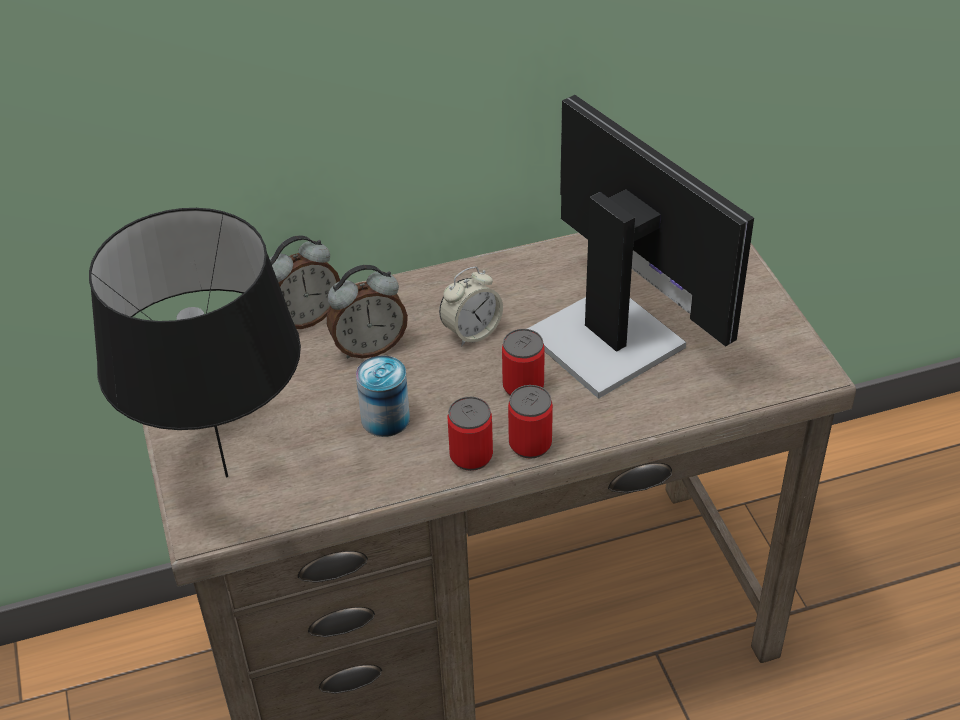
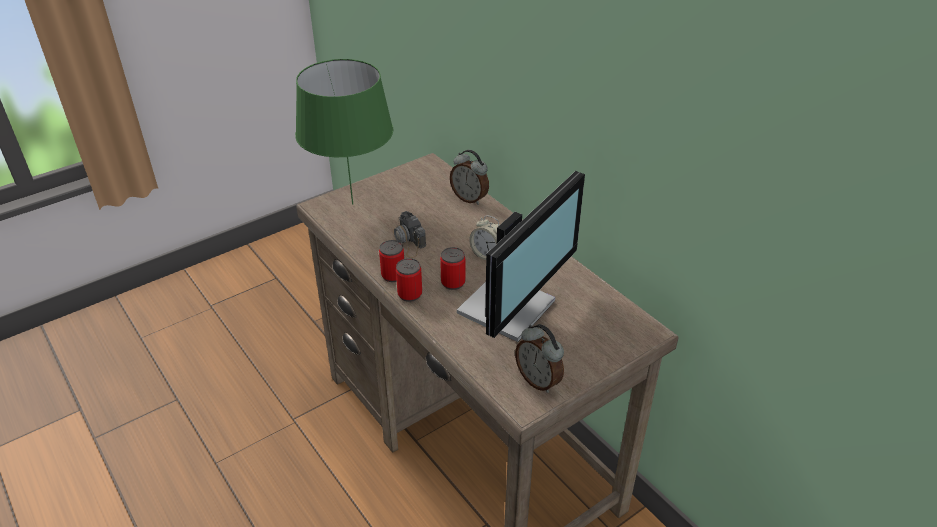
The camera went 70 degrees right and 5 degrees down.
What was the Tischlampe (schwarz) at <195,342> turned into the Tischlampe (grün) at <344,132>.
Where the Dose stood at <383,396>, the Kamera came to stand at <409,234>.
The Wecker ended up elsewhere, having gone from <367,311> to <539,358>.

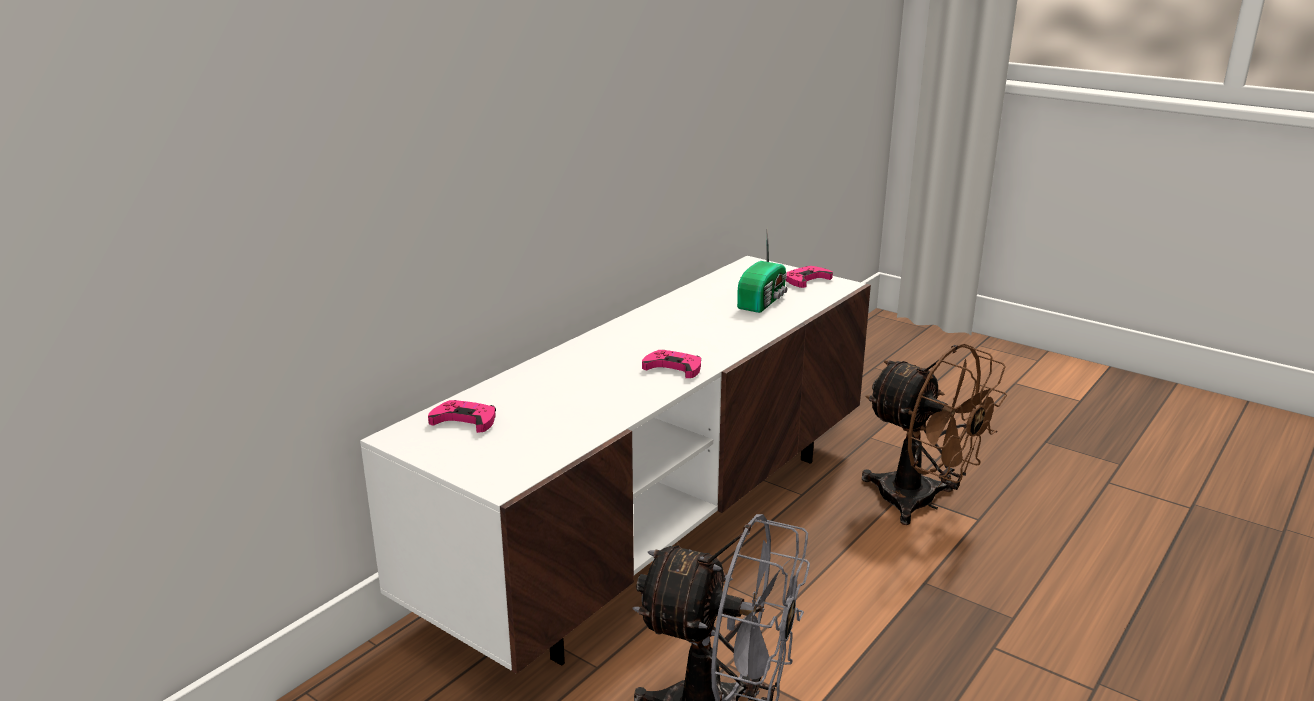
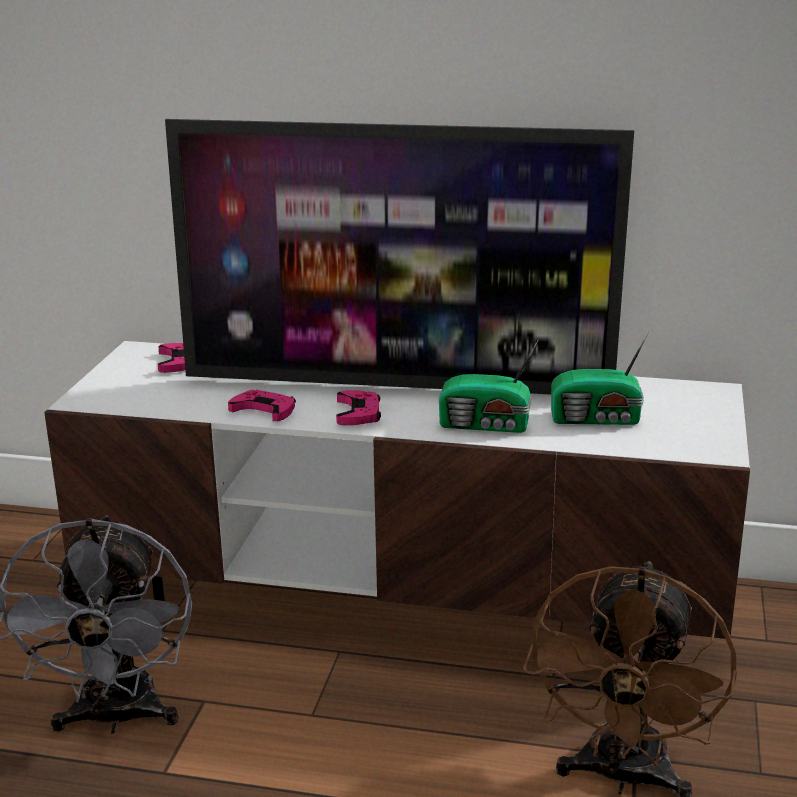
The camera went 65 degrees right and 0 degrees up.
The second view gained the Fernseher at <399,256>.
The Gamepad (rosa) ended up elsewhere, having gone from <809,277> to <262,405>.
The second view gained the Radio at <489,386>.

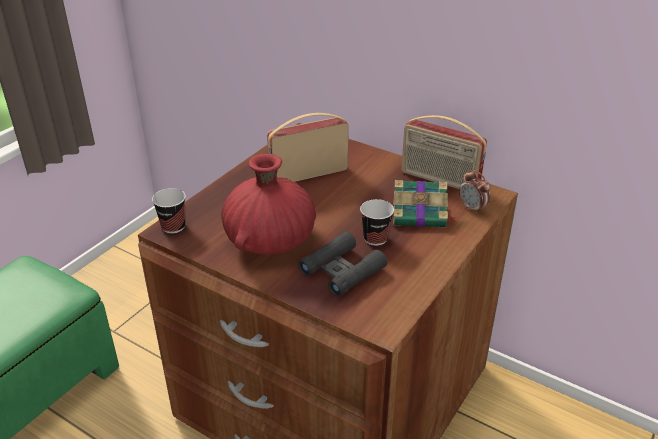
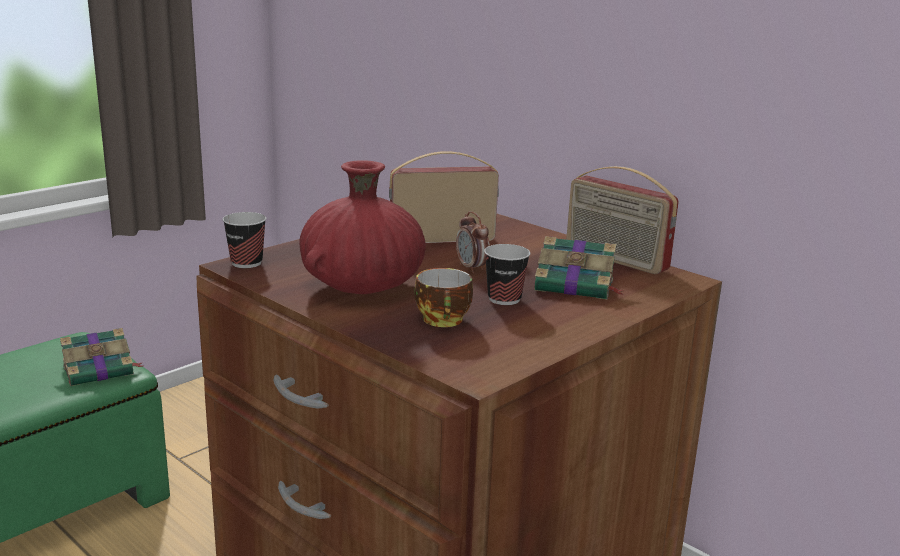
The camera went 10 degrees right and 15 degrees down.
The second view gained the Buch at <101,357>.
Where the Fernglas (schwarz) stood at <342,264>, the Tasse came to stand at <444,297>.
The Wecker ended up elsewhere, having gone from <474,192> to <473,242>.

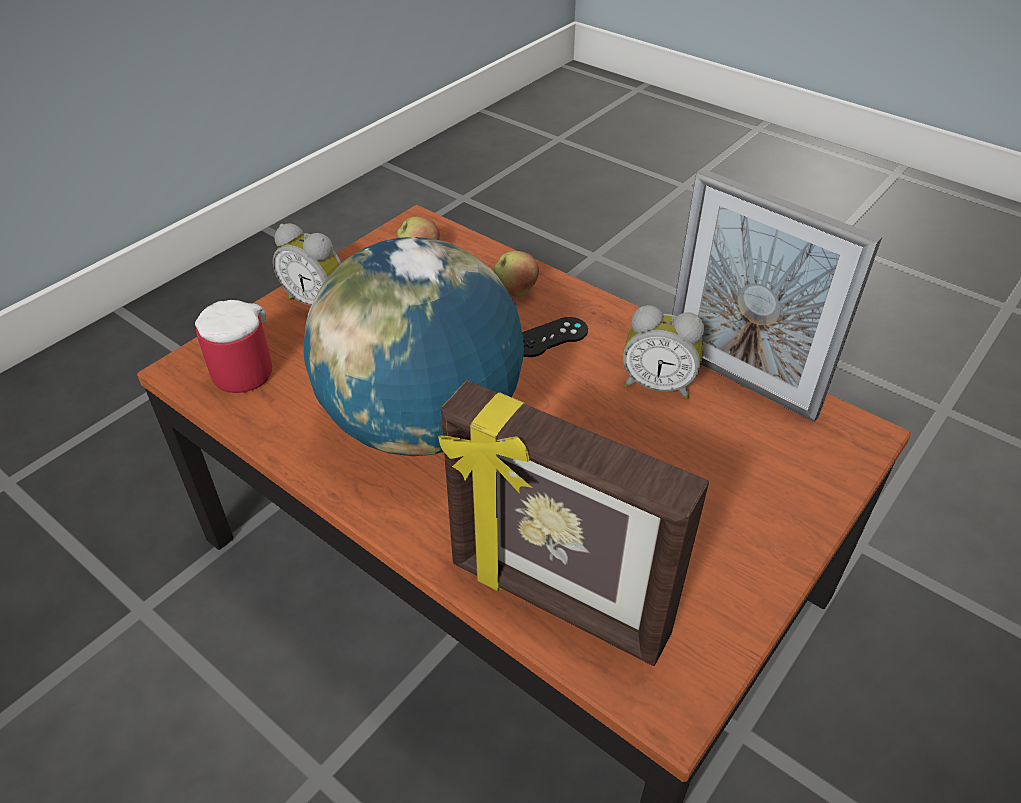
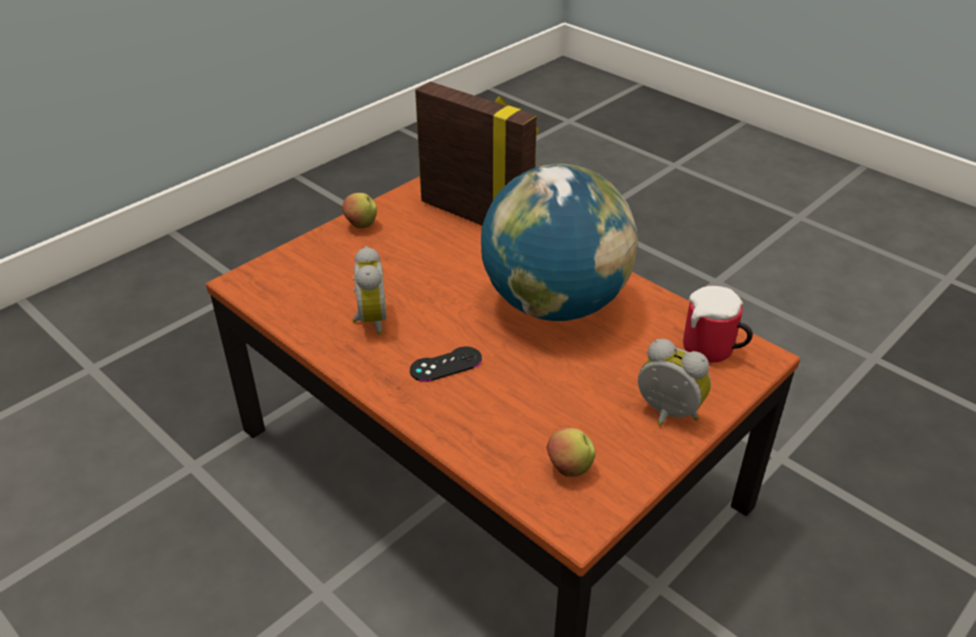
The camera went 175 degrees left and 5 degrees down.
The Apfel ended up elsewhere, having gone from <516,274> to <359,210>.
The Wecker at <663,352> ended up facing another way, 60 degrees clockwise from before.
The second view lost the Bilderrahmen at <777,295>.

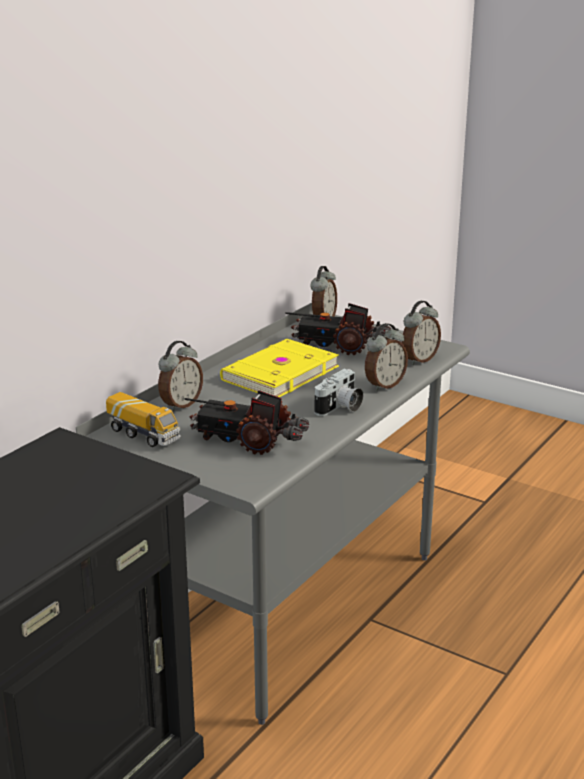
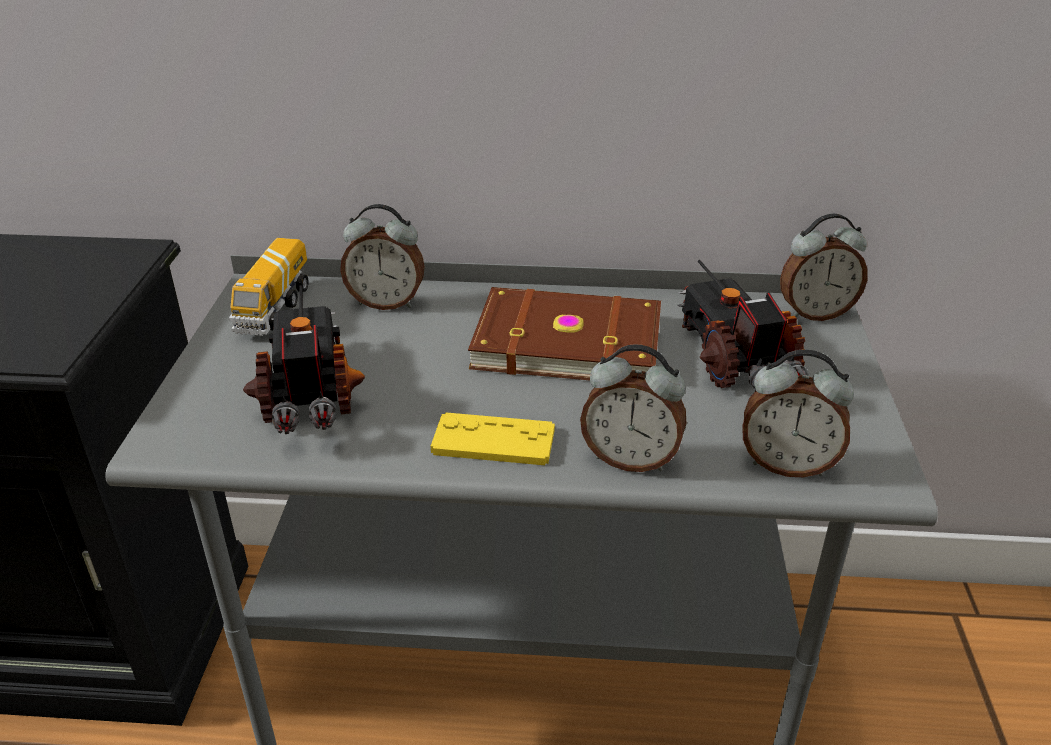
The camera went 60 degrees right and 10 degrees up.
Where the Kamera stood at <339,392>, the Gamepad (gelb) came to stand at <493,438>.
What was the Buch (gelb) at <279,368> turned into the Buch (braun) at <564,333>.

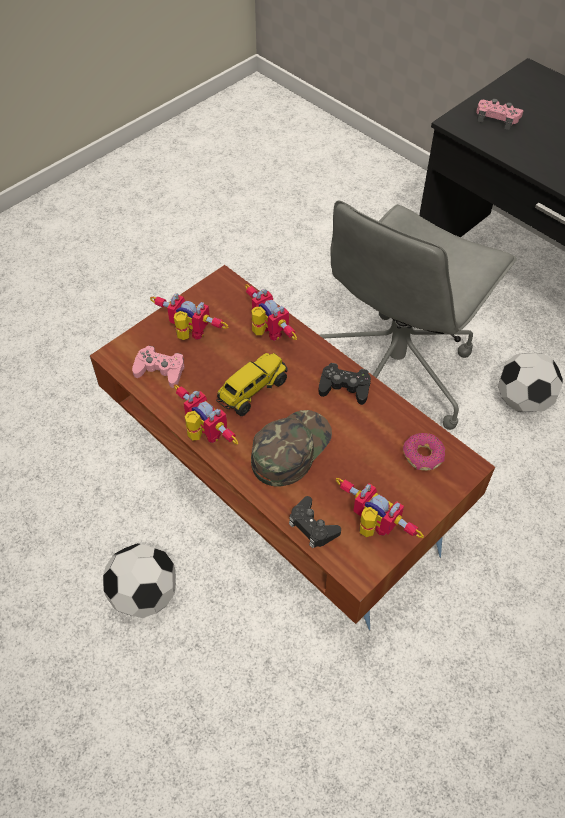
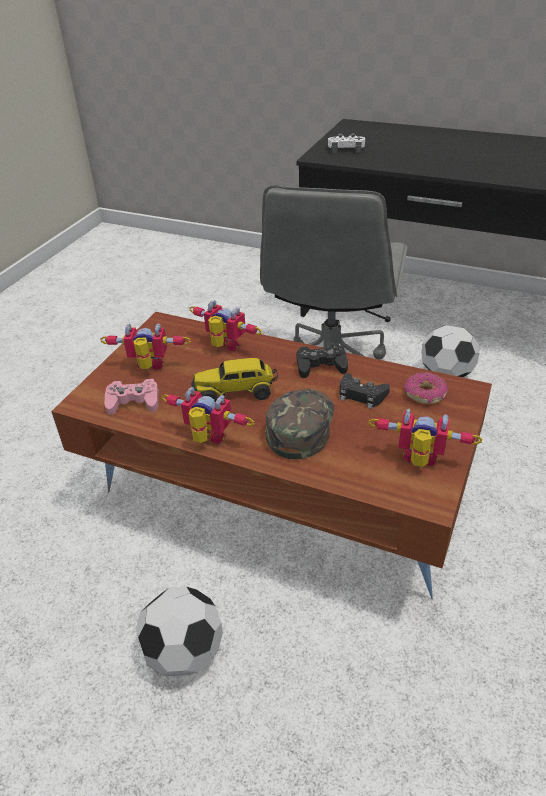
The camera went 20 degrees left and 15 degrees down.
The Spielzeuglaster at <252,384> ended up facing another way, 120 degrees counterclockwise from before.
What was the Gamepad (rosa) at <499,114> turned into the Gamepad (weiß) at <346,143>.
The Gamepad (schwarz) ended up elsewhere, having gone from <315,522> to <365,391>.

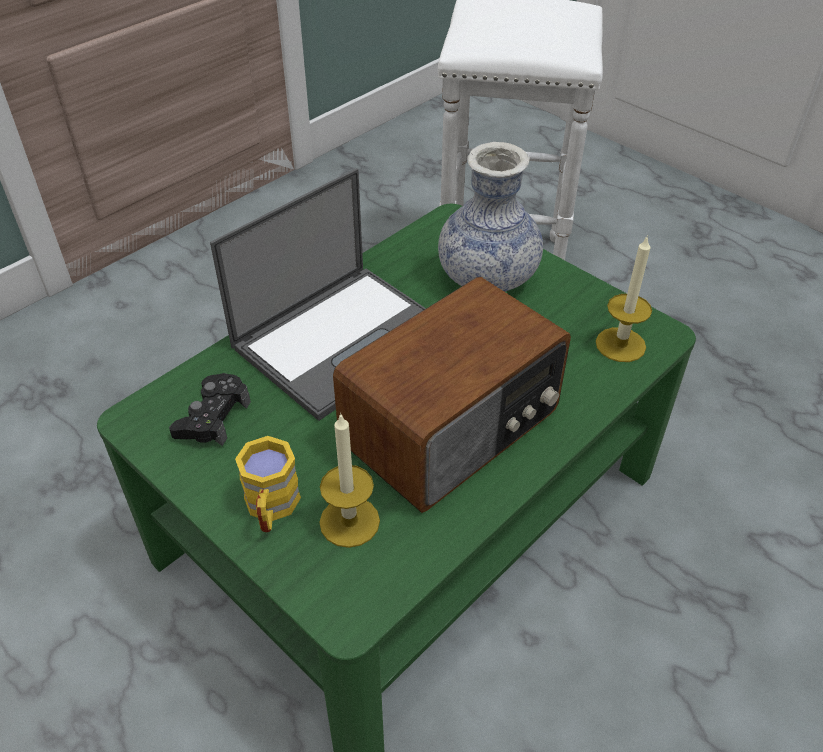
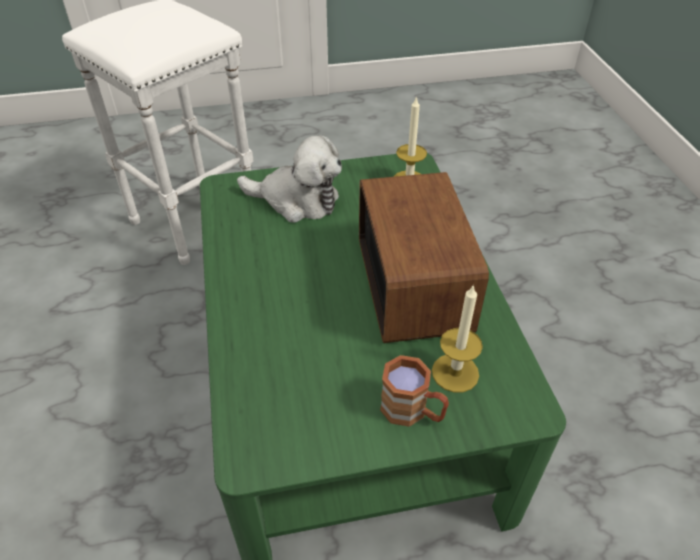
The camera went 55 degrees left and 0 degrees up.
Where the Vase stood at <490,217>, the Plüschtier came to stand at <289,179>.
What was the Henkelbecher (gelb) at <268,484> turned into the Henkelbecher (braun) at <414,391>.
The second view lost the Gamepad (schwarz) at <210,409>.
The second view lost the Laptop at <318,294>.

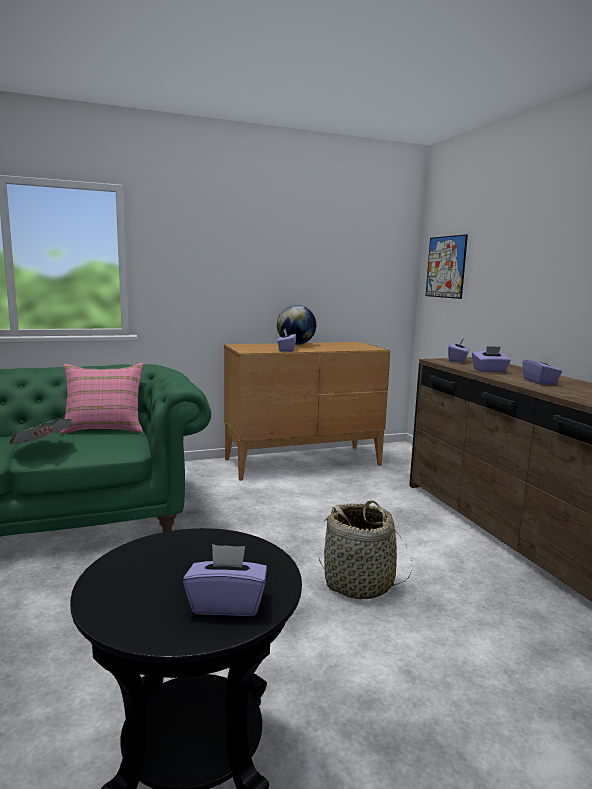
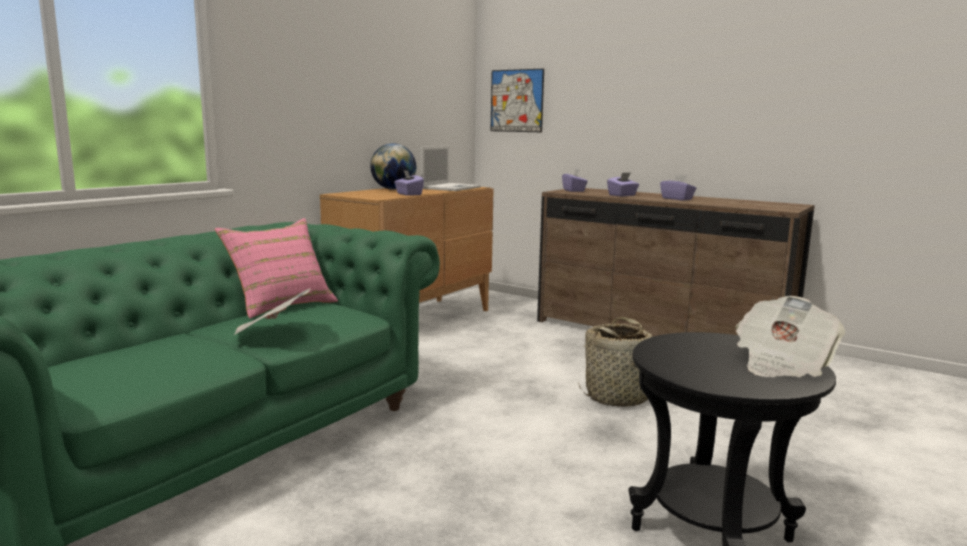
The camera went 35 degrees left and 0 degrees up.
The second view gained the Laptop at <451,168>.
Where the Taschentuchbox (lila) stood at <225,580>, the Zeitung came to stand at <790,336>.

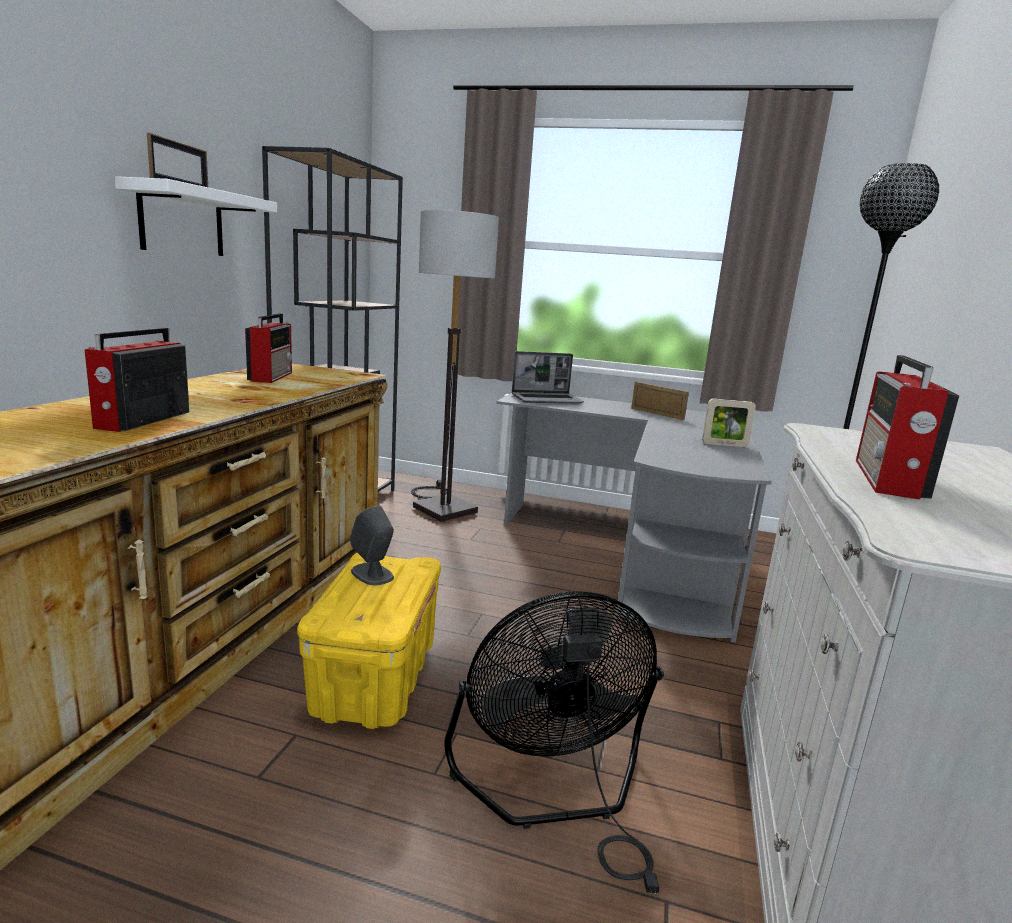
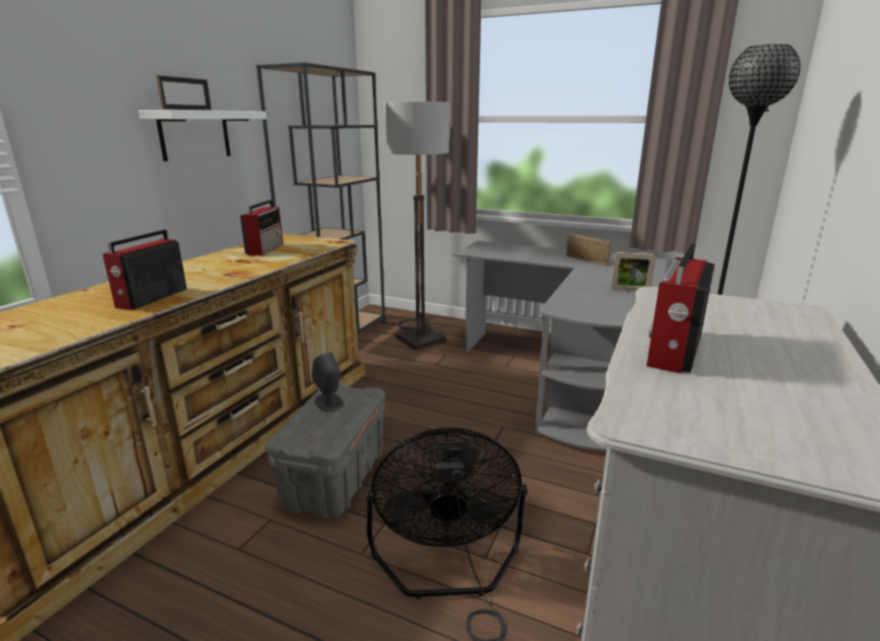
The camera went 10 degrees right and 5 degrees up.
What was the Aufbewahrungsbox (gelb) at <369,641> turned into the Aufbewahrungsbox (grau) at <325,451>.
The second view lost the Laptop at <548,377>.

